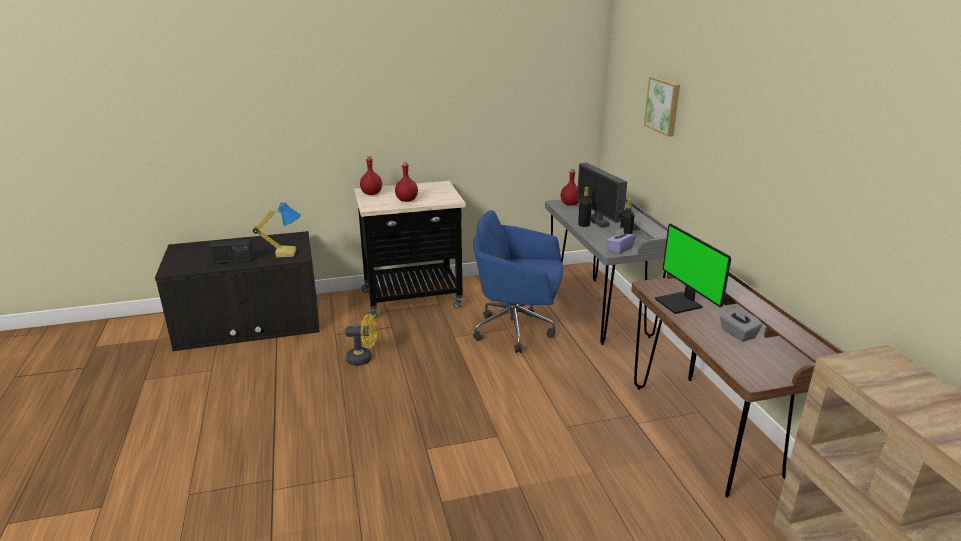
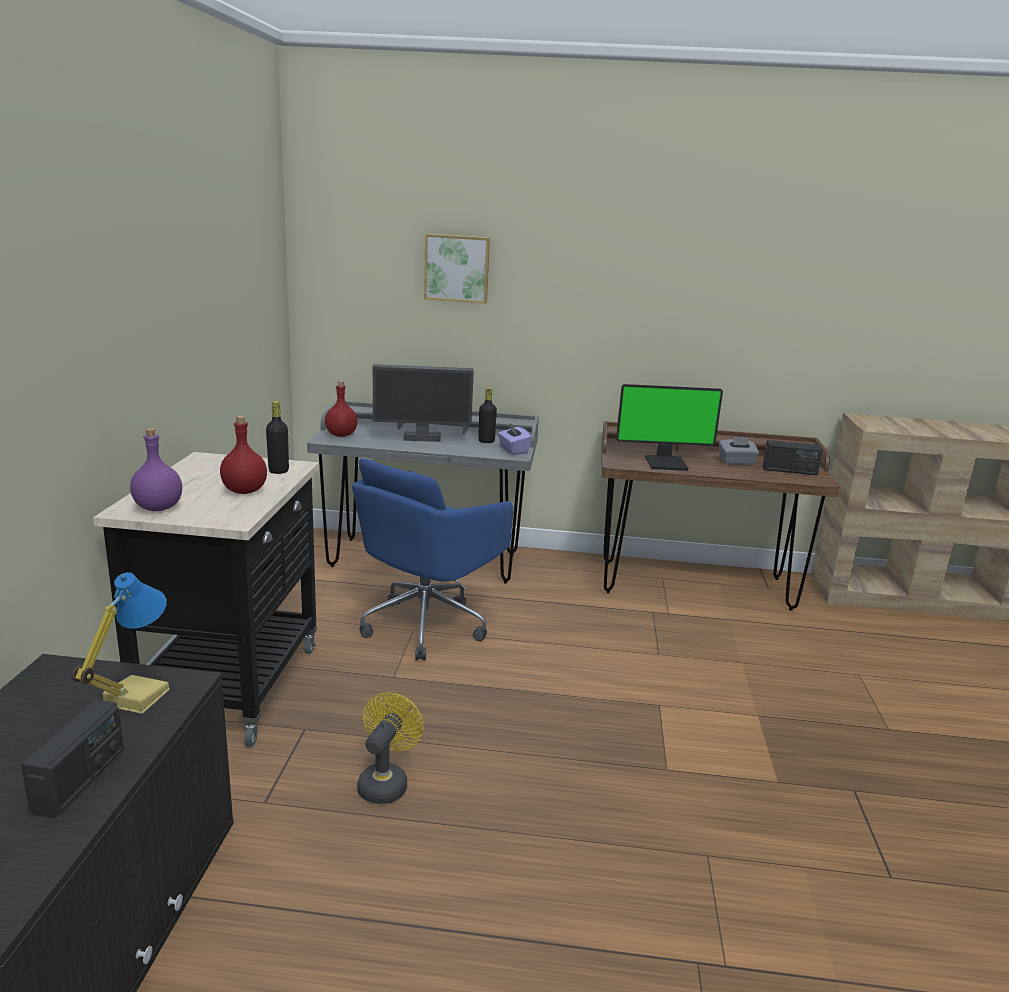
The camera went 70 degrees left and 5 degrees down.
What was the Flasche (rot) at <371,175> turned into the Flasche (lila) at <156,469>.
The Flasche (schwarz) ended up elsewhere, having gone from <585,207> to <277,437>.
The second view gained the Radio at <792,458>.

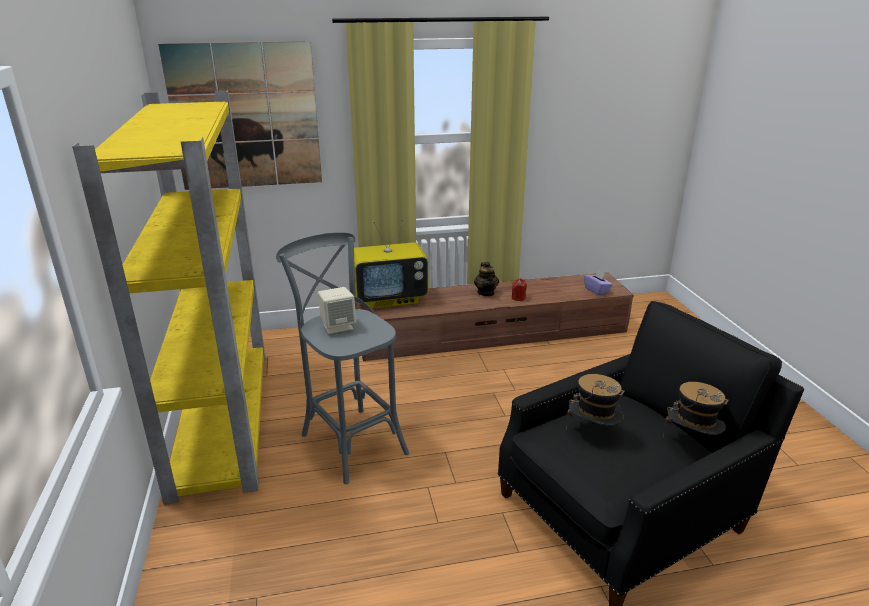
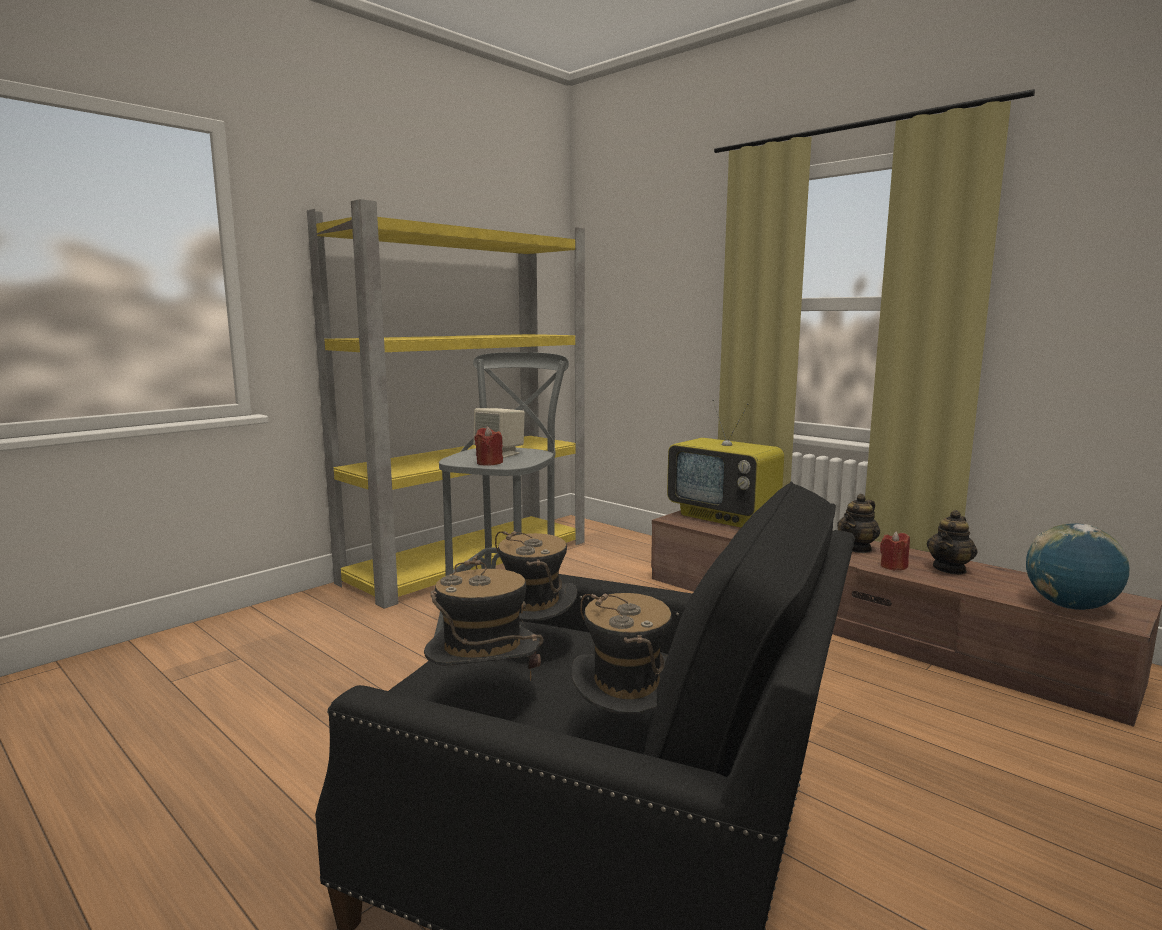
The camera went 55 degrees right and 15 degrees down.
The second view gained the Hut at <484,618>.
The second view gained the Kerze (rot) at <489,446>.
The second view gained the Teekanne at <952,542>.
Where the Taschentuchbox (lila) stood at <598,282>, the Globus came to stand at <1077,566>.
The second view lost the Bild at <240,115>.

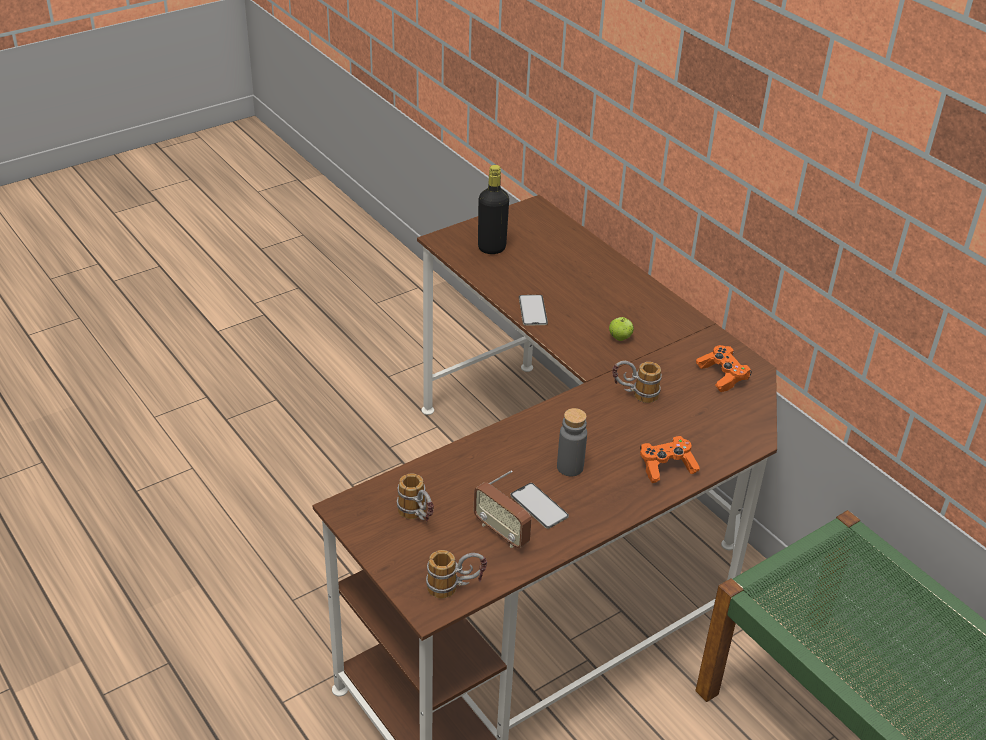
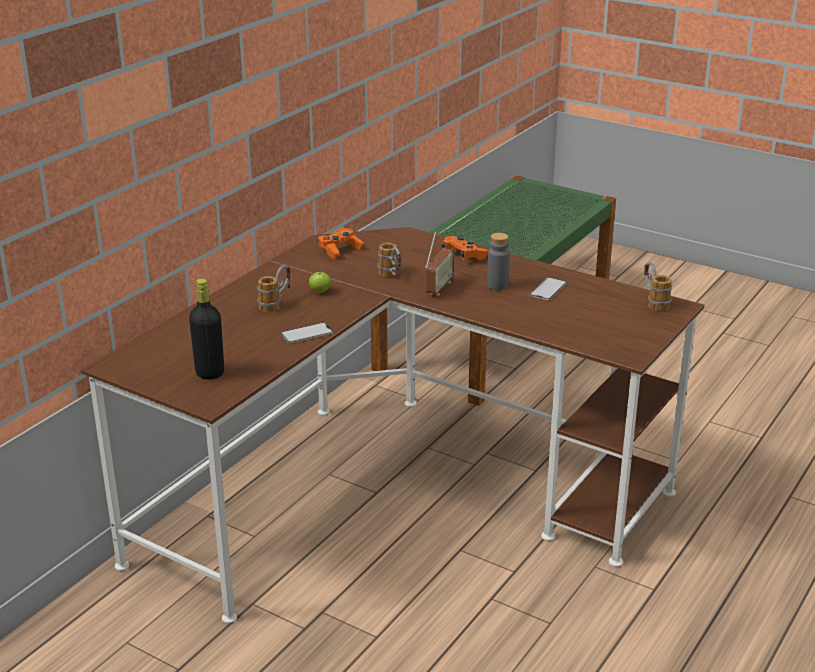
The camera went 110 degrees left and 10 degrees down.
The Henkelbecher ended up elsewhere, having gone from <415,498> to <274,288>.
The Radio ended up elsewhere, having gone from <502,509> to <439,263>.

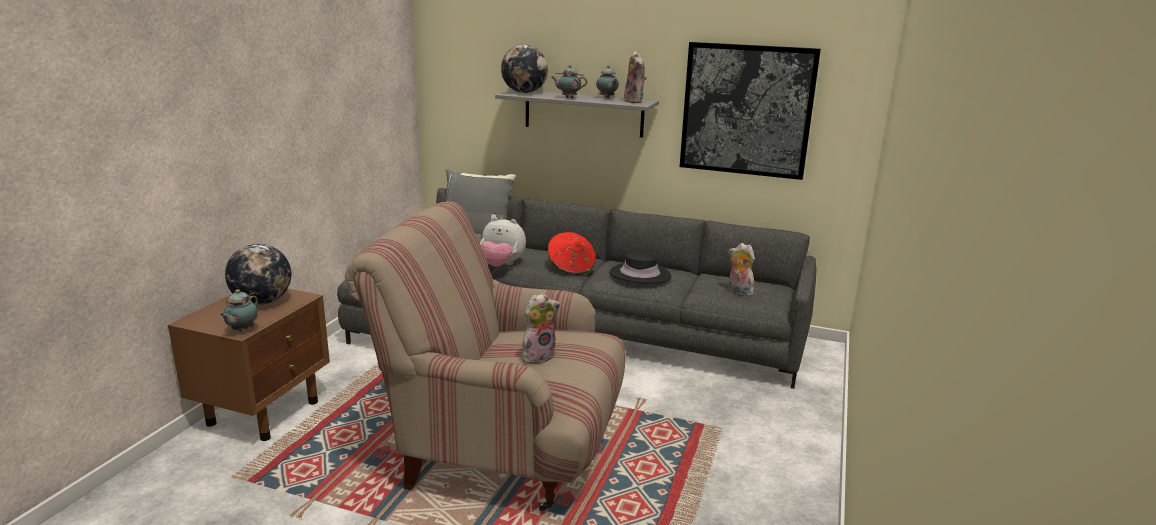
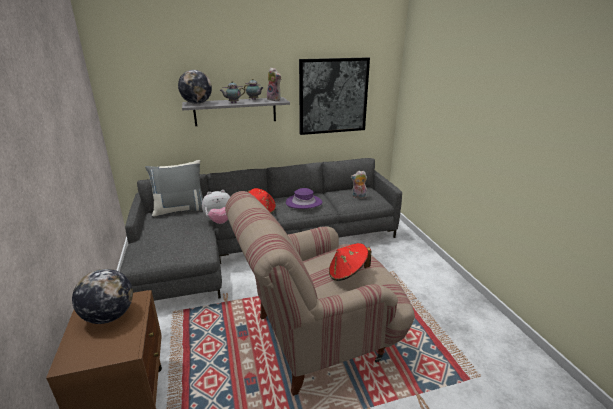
The camera went 35 degrees left and 5 degrees up.
What was the Hut (schwarz) at <640,266> turned into the Hut (lila) at <304,198>.
Where the Plüschtier stood at <541,328>, the Hut (rot) came to stand at <350,262>.
The second view lost the Teekanne at <238,310>.

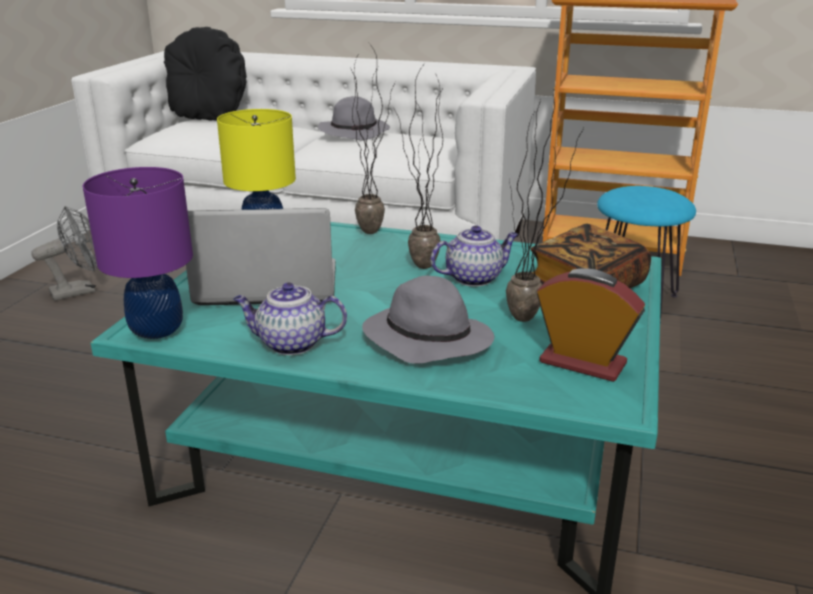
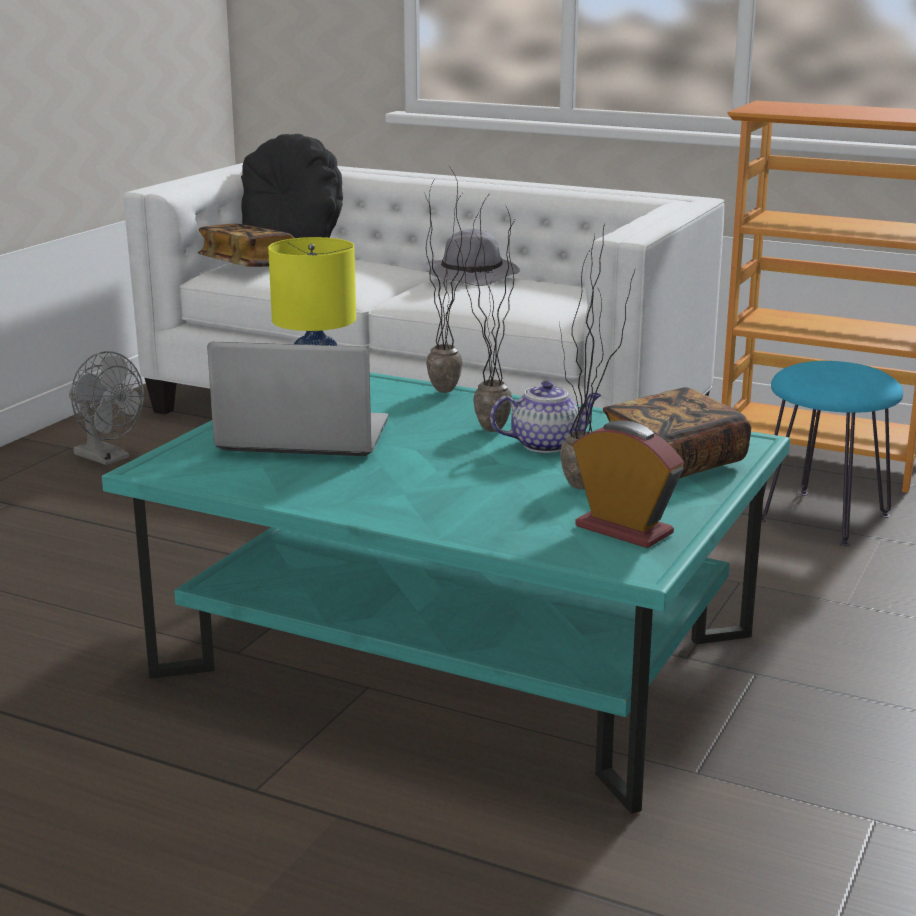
The camera went 10 degrees right and 5 degrees down.
The Ventilator (grau) at <64,253> ended up facing another way, 60 degrees clockwise from before.
The second view gained the Buch at <246,245>.
The second view lost the Tischlampe (lila) at <138,253>.
The second view lost the Teekanne at <290,318>.
The second view lost the Hut (grau) at <428,320>.

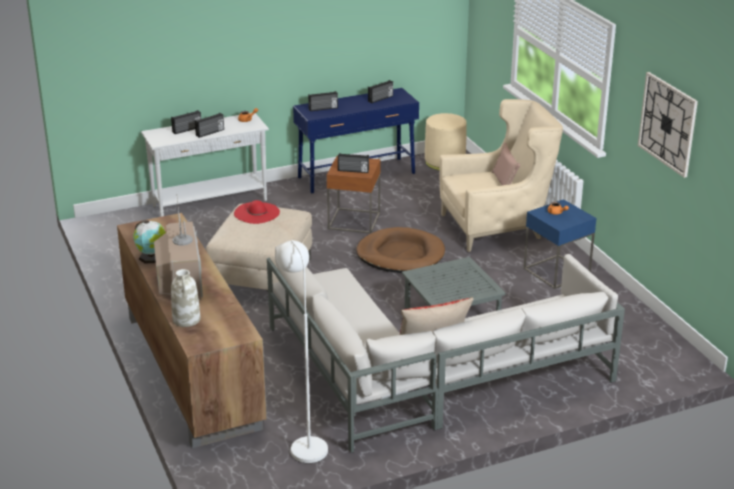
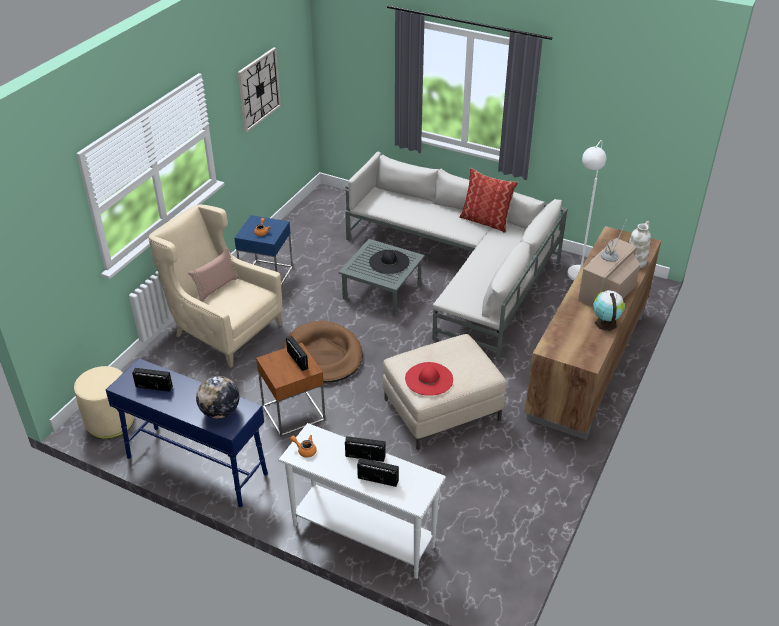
The camera went 130 degrees left and 10 degrees up.
Where the Radio stood at <323,101>, the Globus came to stand at <217,397>.
The second view gained the Hut (schwarz) at <389,262>.

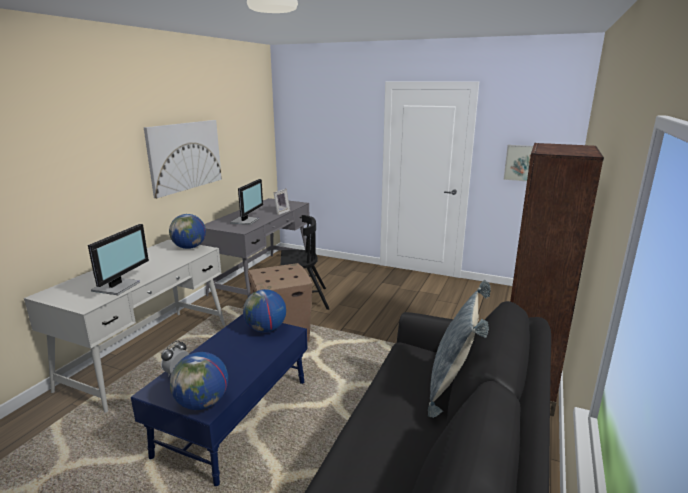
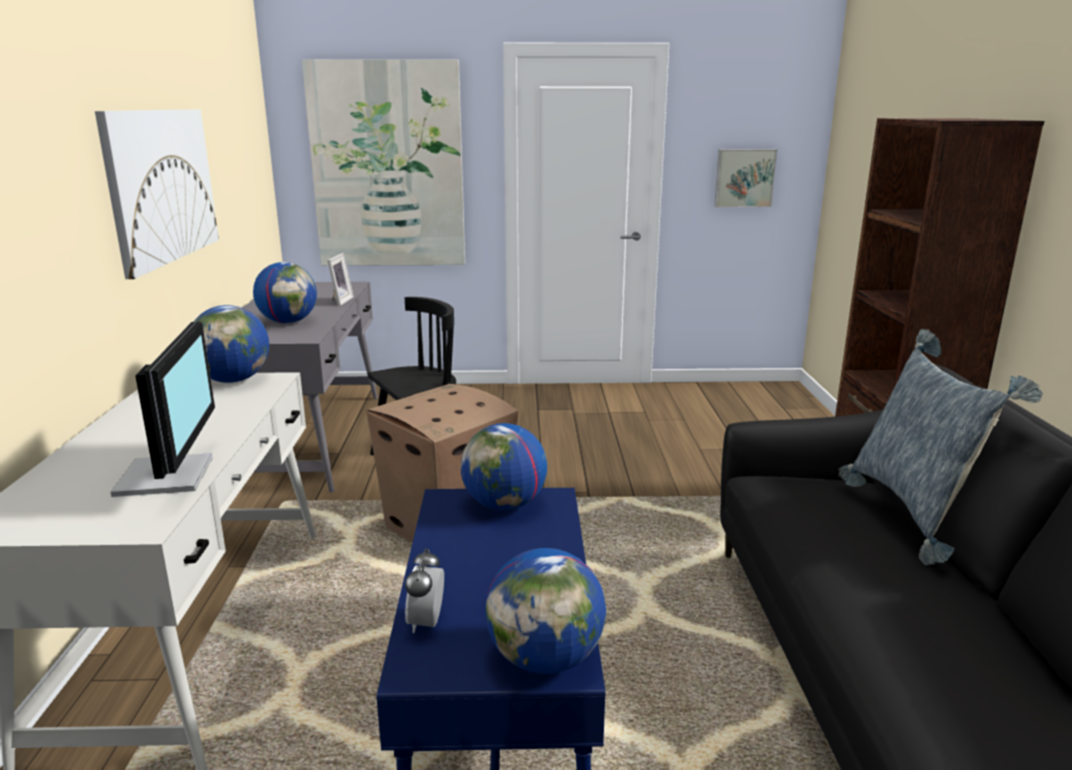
The camera went 25 degrees left and 0 degrees up.
Where the Monitor stood at <246,202>, the Globus came to stand at <285,292>.
The second view gained the Bild at <383,162>.

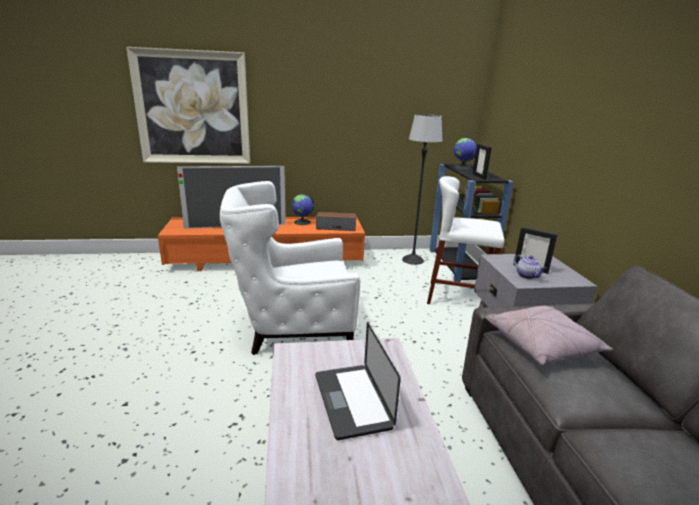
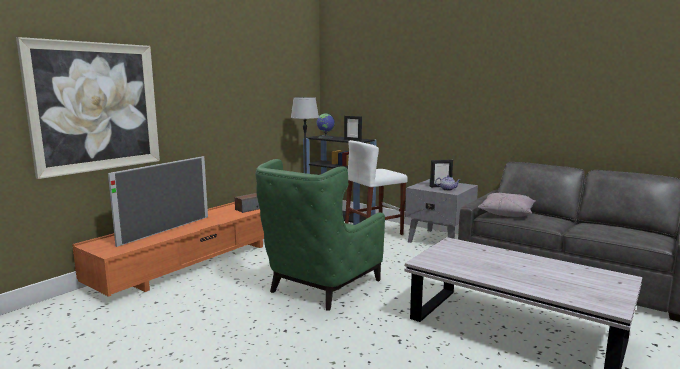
The camera went 45 degrees left and 10 degrees down.
What was the Sessel (weiß) at <290,268> turned into the Sessel (grün) at <320,235>.
The second view lost the Globus at <302,209>.
The second view lost the Laptop at <358,381>.

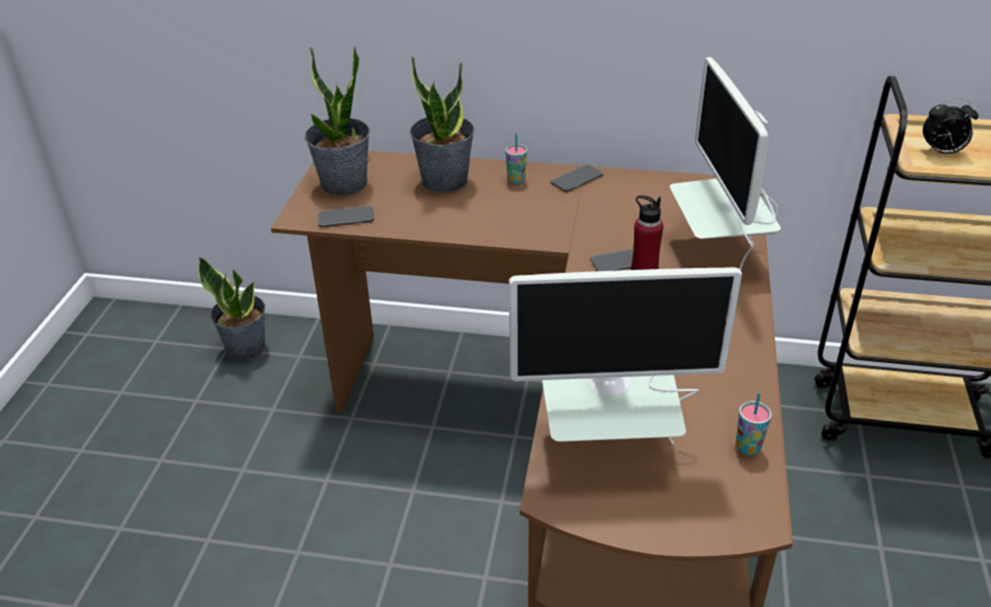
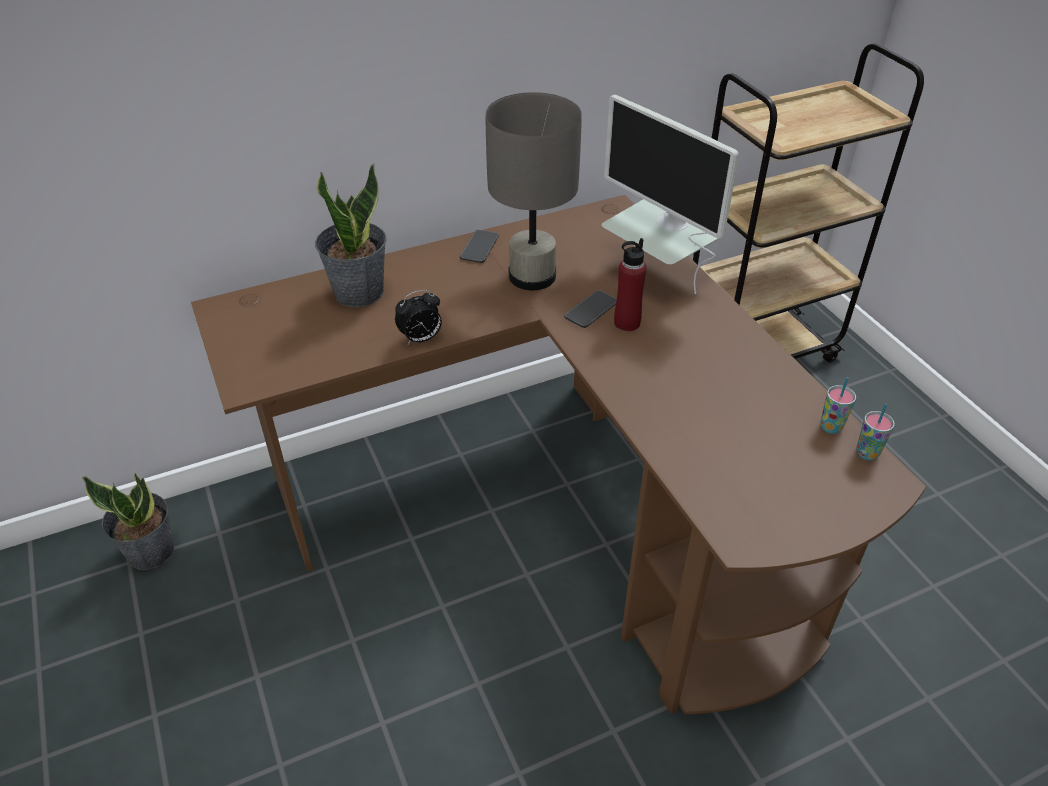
The camera went 35 degrees left and 5 degrees up.
The Wecker ended up elsewhere, having gone from <950,126> to <418,317>.
The second view gained the Tischlampe (grau) at <534,191>.
The Tasse ended up elsewhere, having gone from <516,158> to <875,431>.
The second view lost the Topfpflanze at <337,121>.
The second view lost the Handy at <346,216>.
The second view lost the Monitor at <625,356>.

